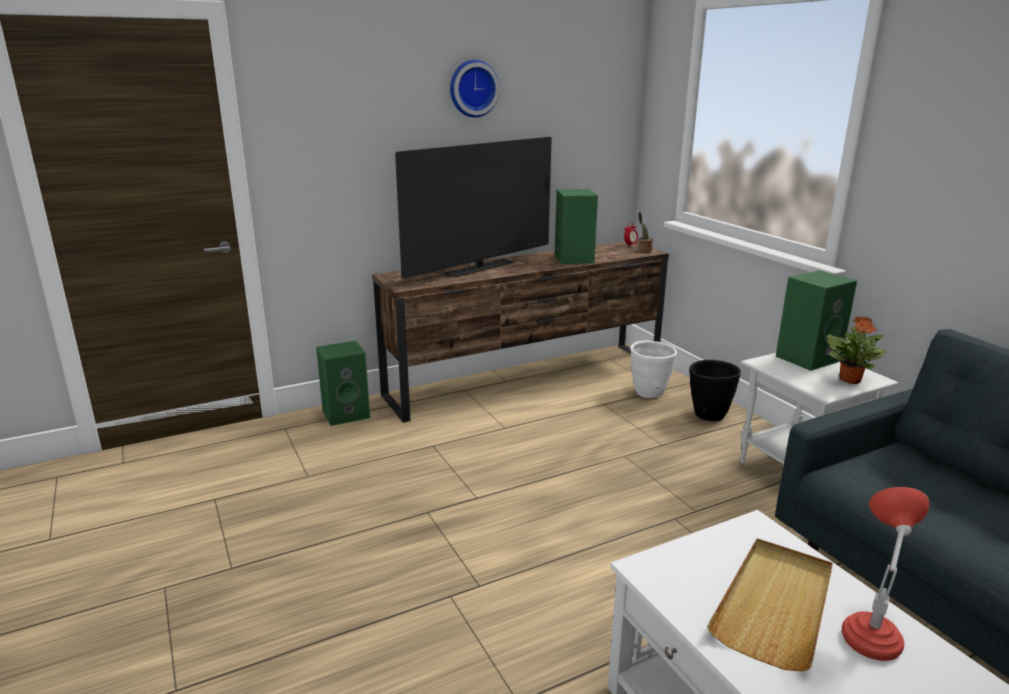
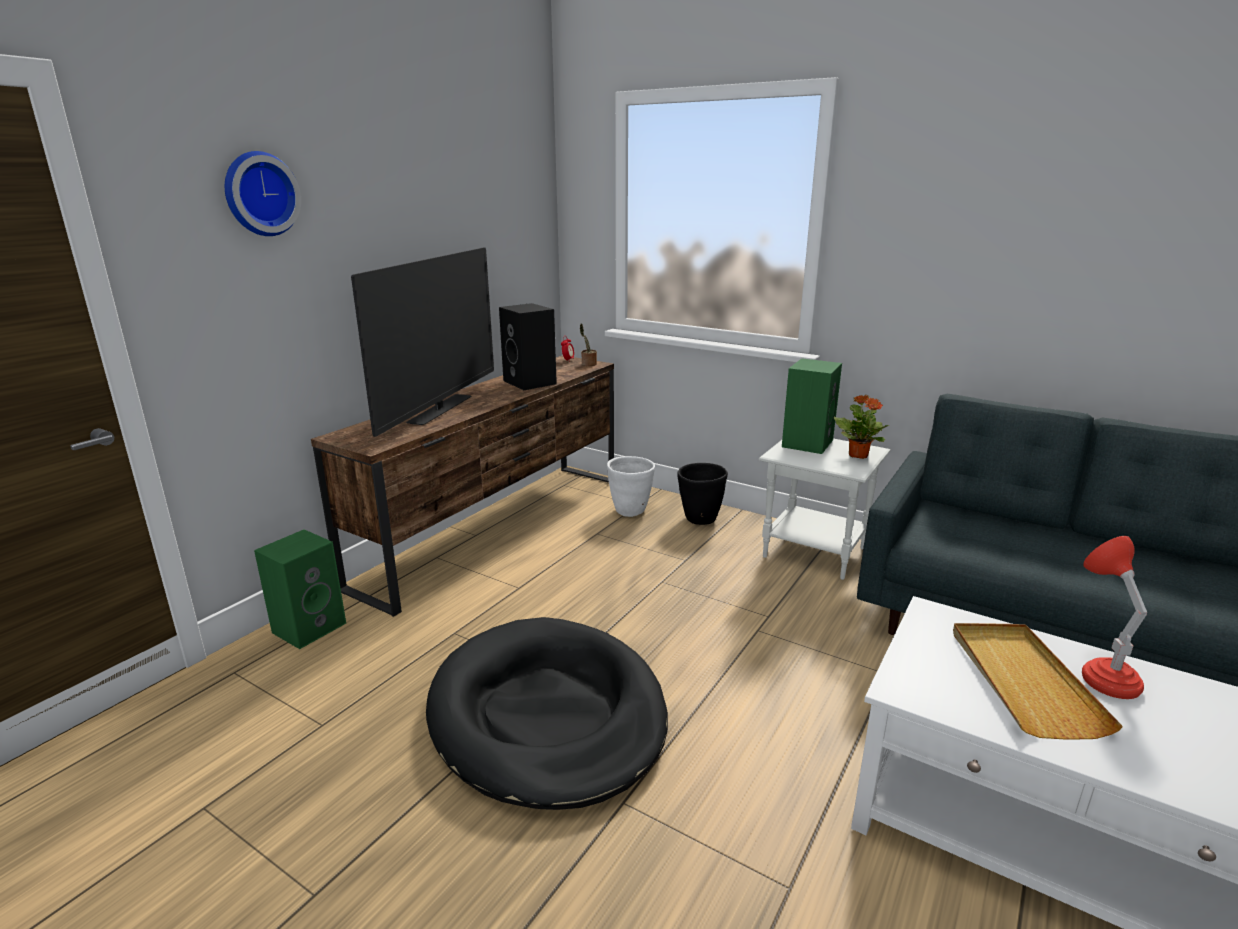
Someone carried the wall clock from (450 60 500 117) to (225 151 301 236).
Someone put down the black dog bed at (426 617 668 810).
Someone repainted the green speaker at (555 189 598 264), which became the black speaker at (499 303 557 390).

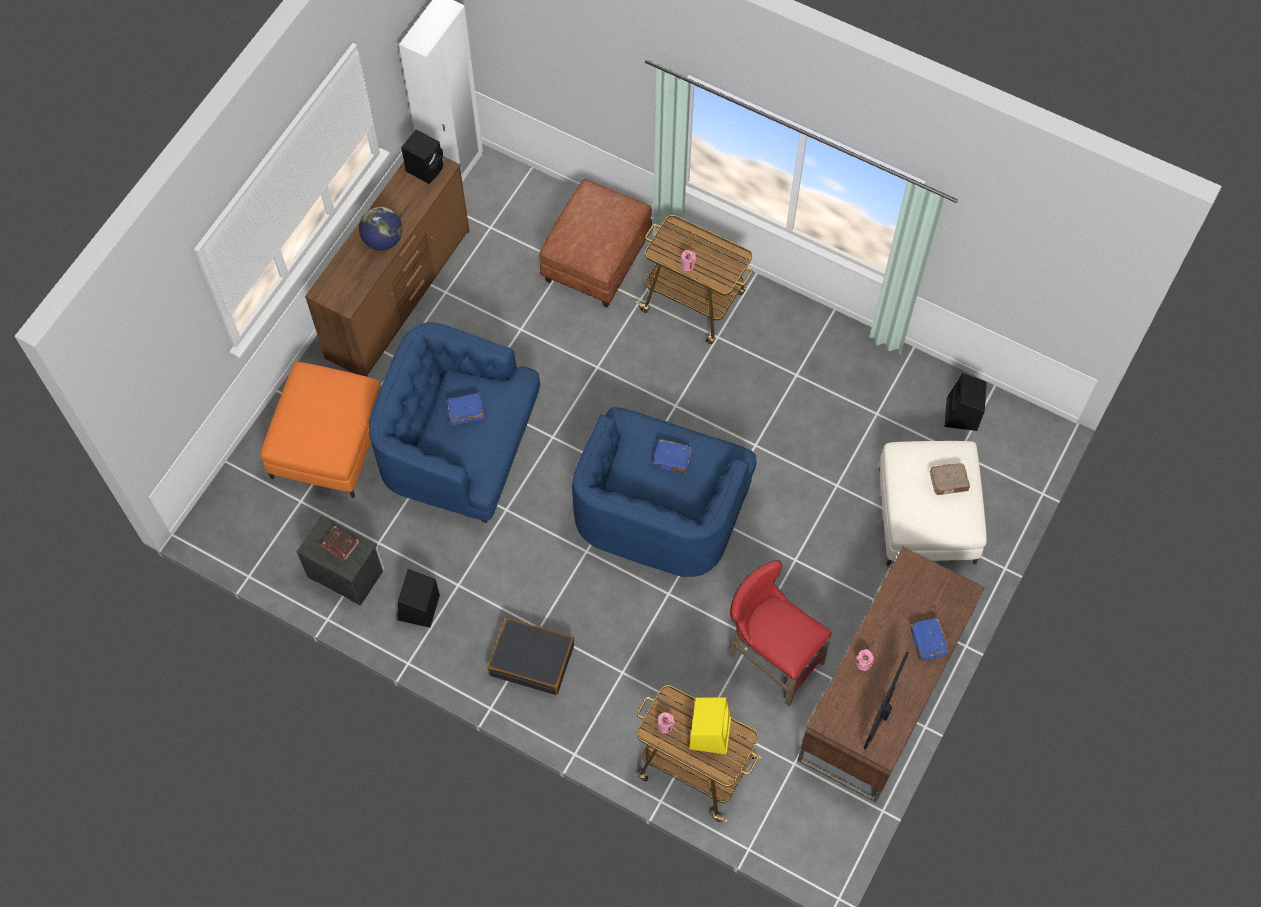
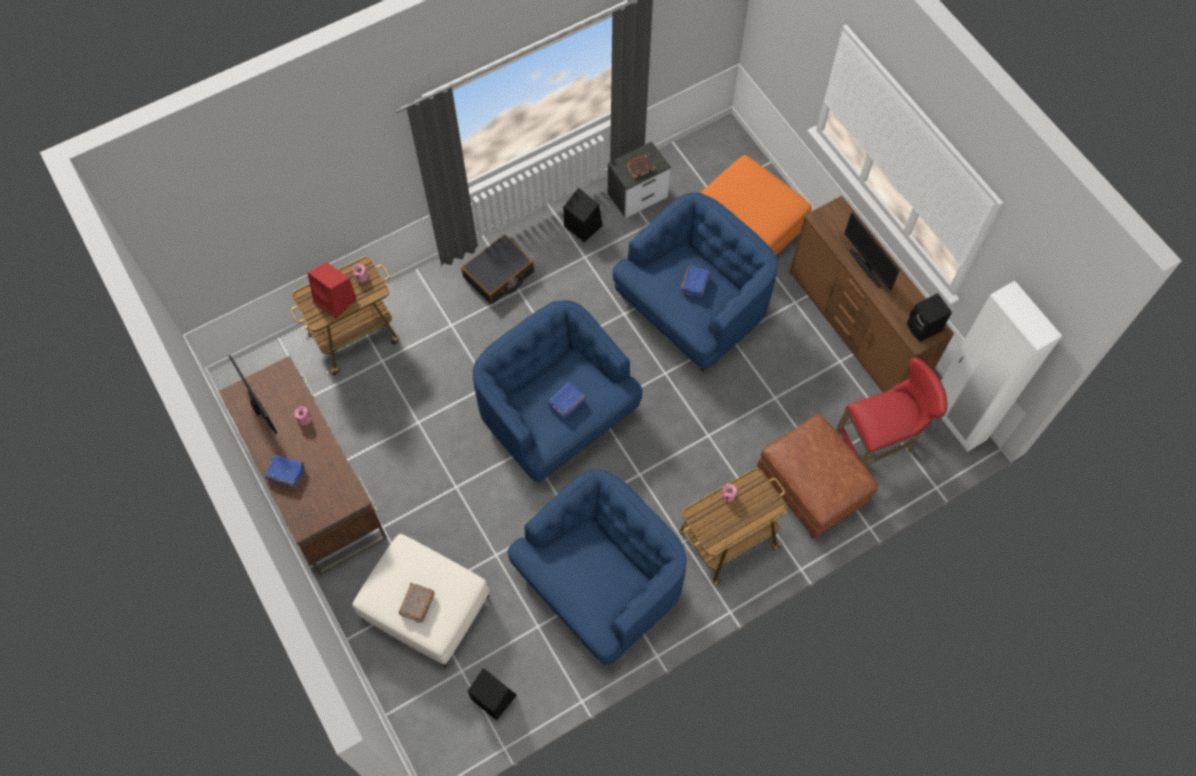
Someone repainted the yellow speaker at (690 697 731 754), which became the red speaker at (308 262 357 319).
Someone put down the blue armchair at (507 469 687 665).
Someone carried the red stool from (729 560 832 707) to (836 357 948 467).
Someone swapped the globe at (359 207 403 251) for the monitor at (844 212 900 290).

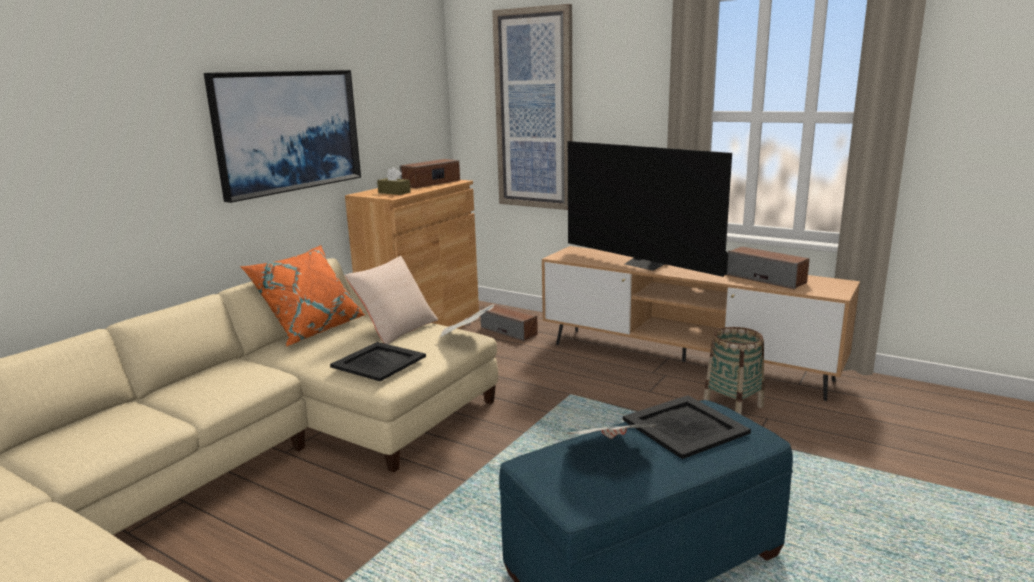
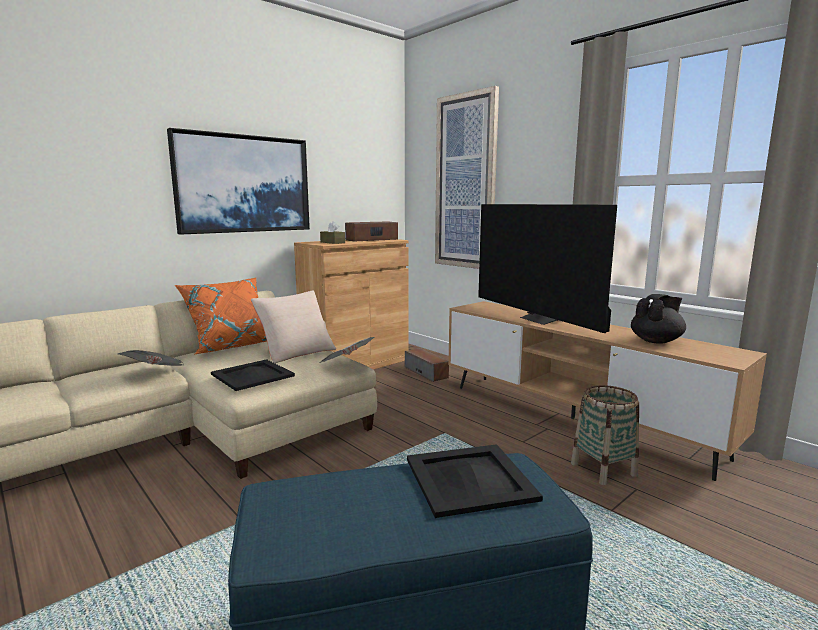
Someone carried the newspaper from (567 424 655 439) to (118 350 183 366).
Someone swapped the speaker at (727 246 810 289) for the black teapot at (631 294 686 344).

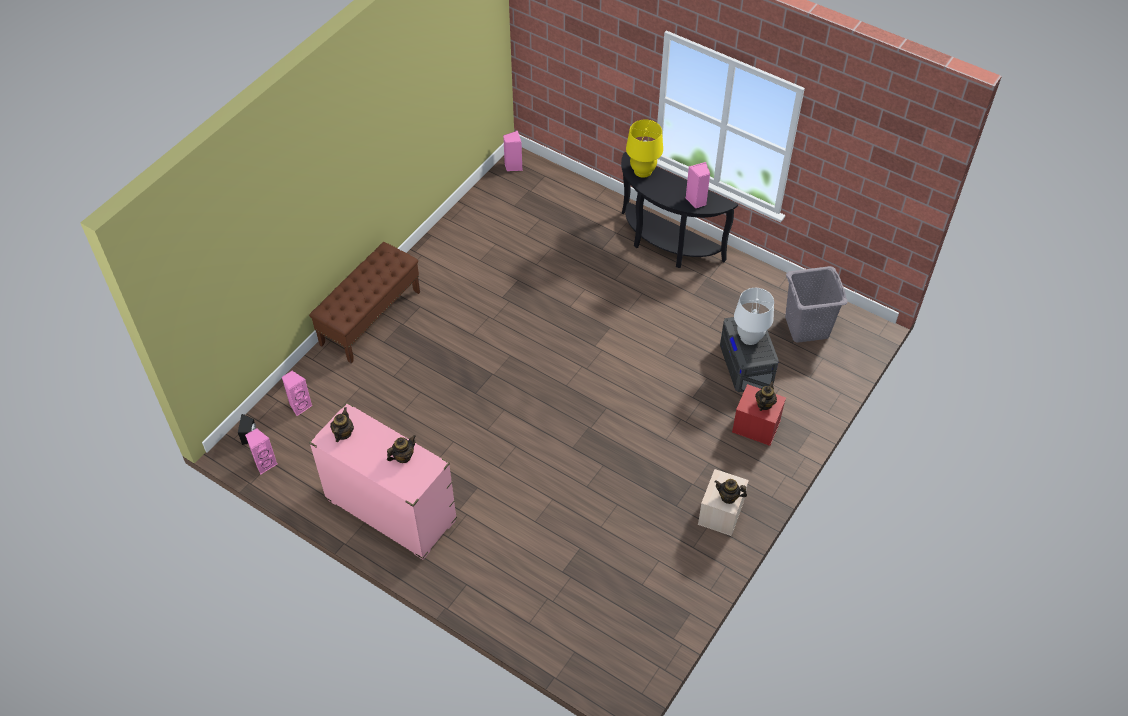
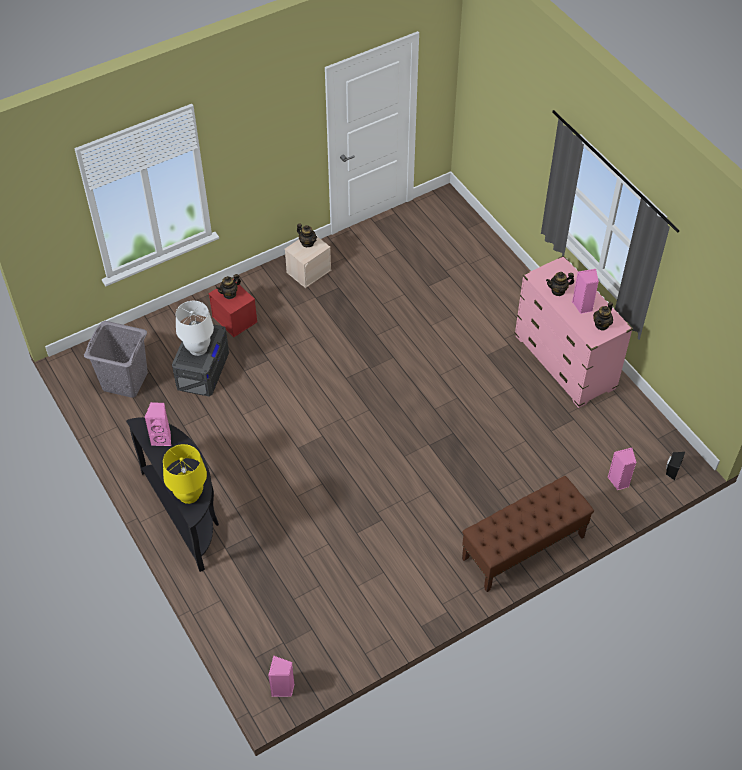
Someone carried the pink speaker from (245 428 277 475) to (572 269 599 314).

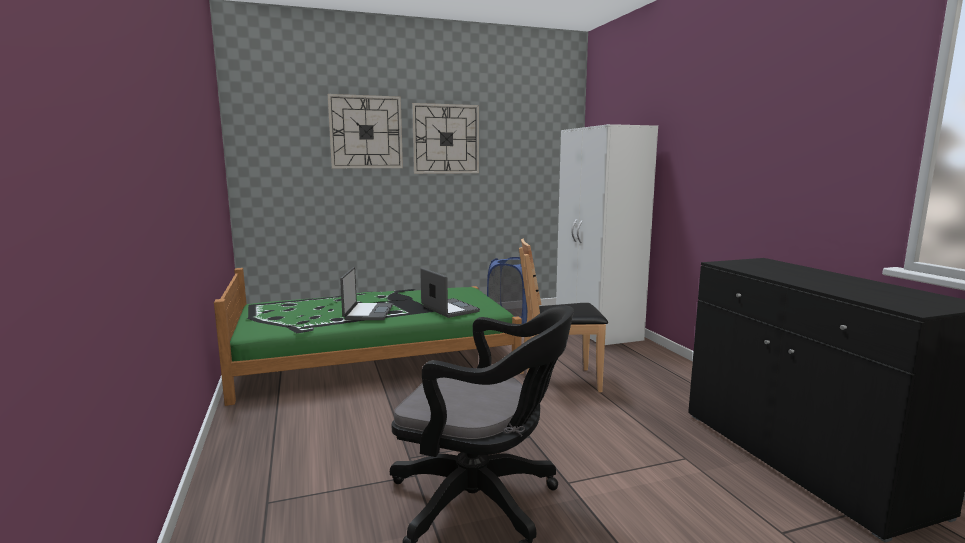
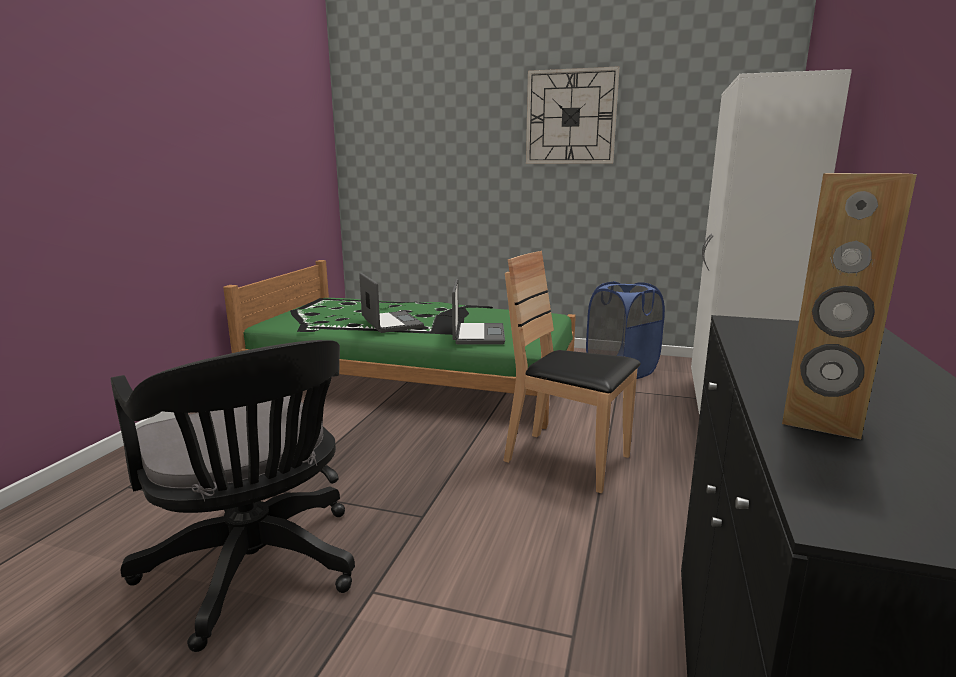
Someone rotated the laptop at (340 267 393 320) by 60 degrees counterclockwise.
Someone put down the brown speaker at (782 173 917 439).
Someone took away the wall clock at (328 94 403 168).

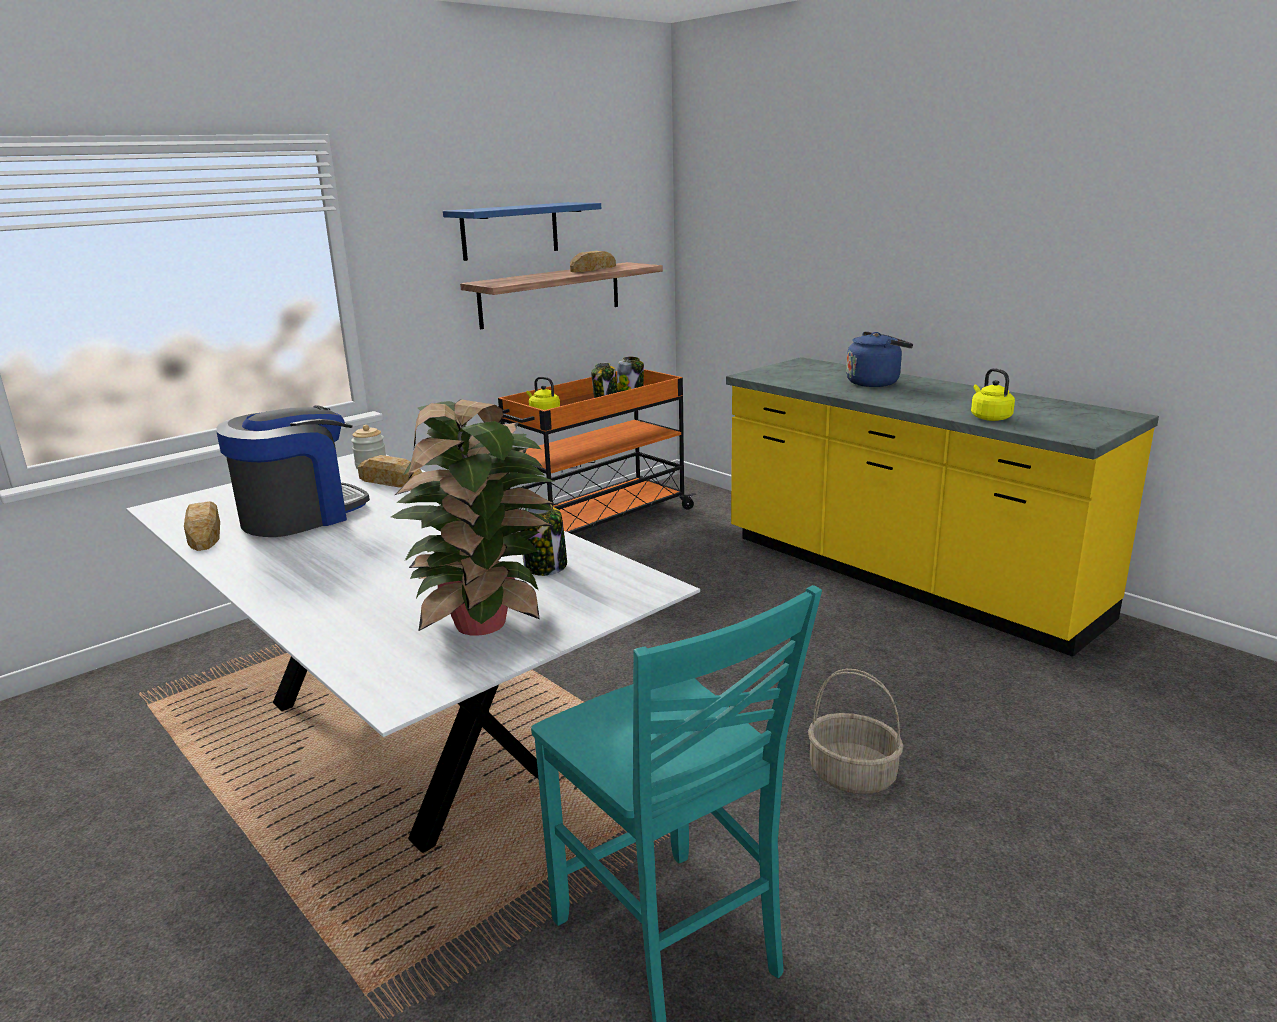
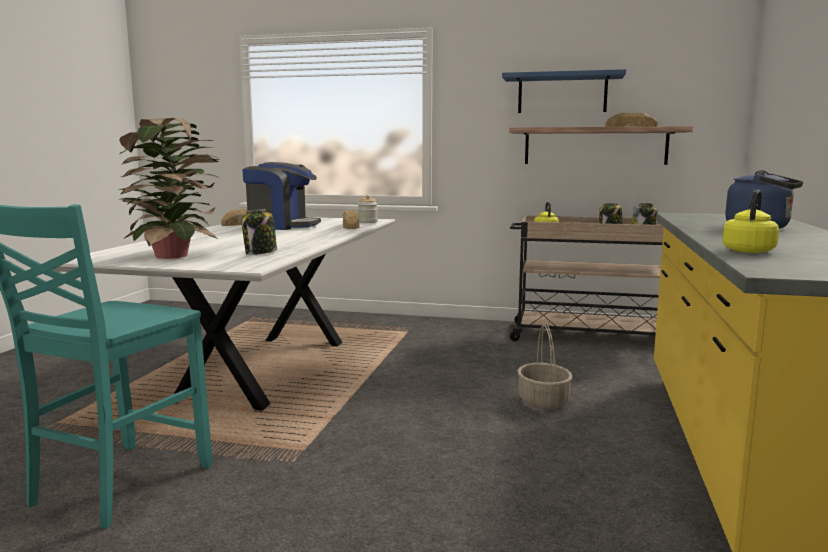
Someone repainted the orange cart at (498 369 696 534), which became the beige cart at (510 215 664 341).
Someone carried the basket from (808 669 904 794) to (517 323 572 410).

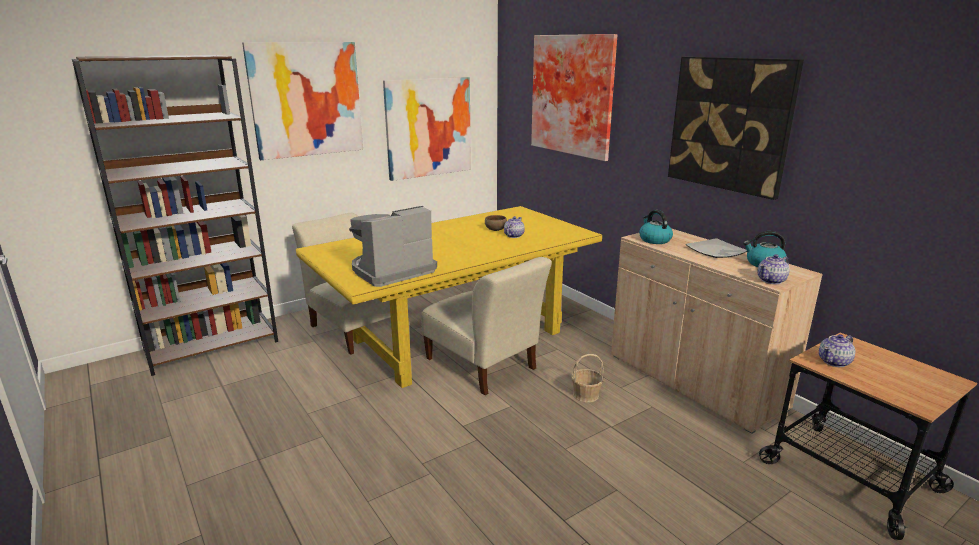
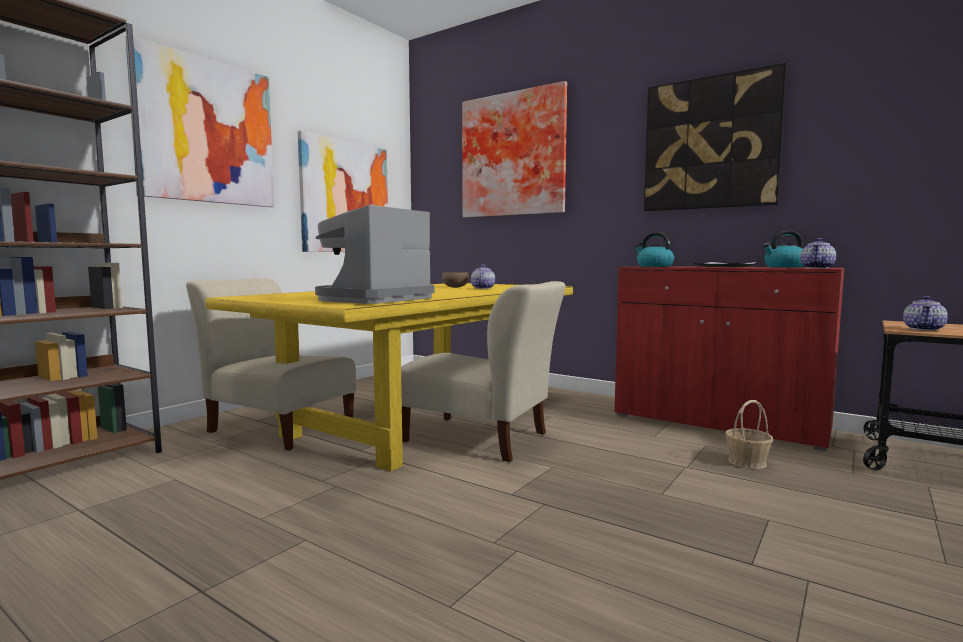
Someone repainted the beige cabinet at (611 228 823 434), which became the red cabinet at (614 266 844 451).
Someone carried the basket from (571 354 604 402) to (725 400 773 469).

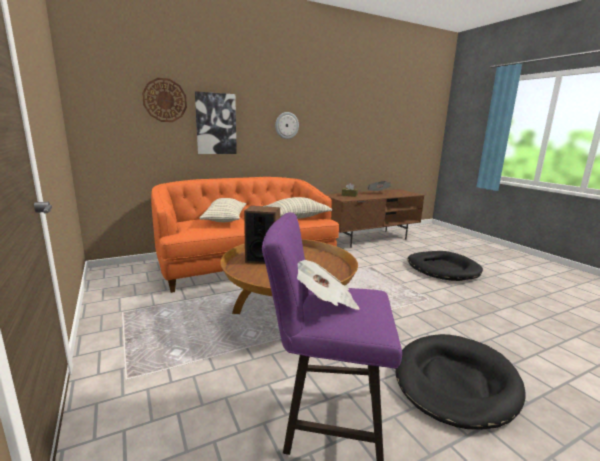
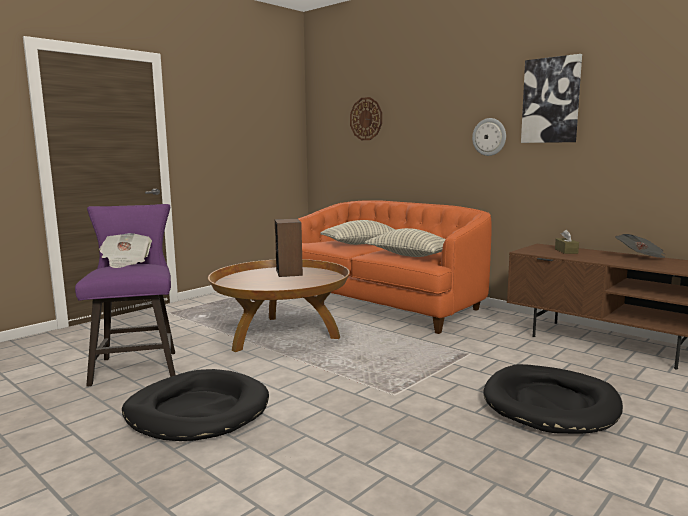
Someone carried the picture from (195 91 237 154) to (521 54 582 143).

